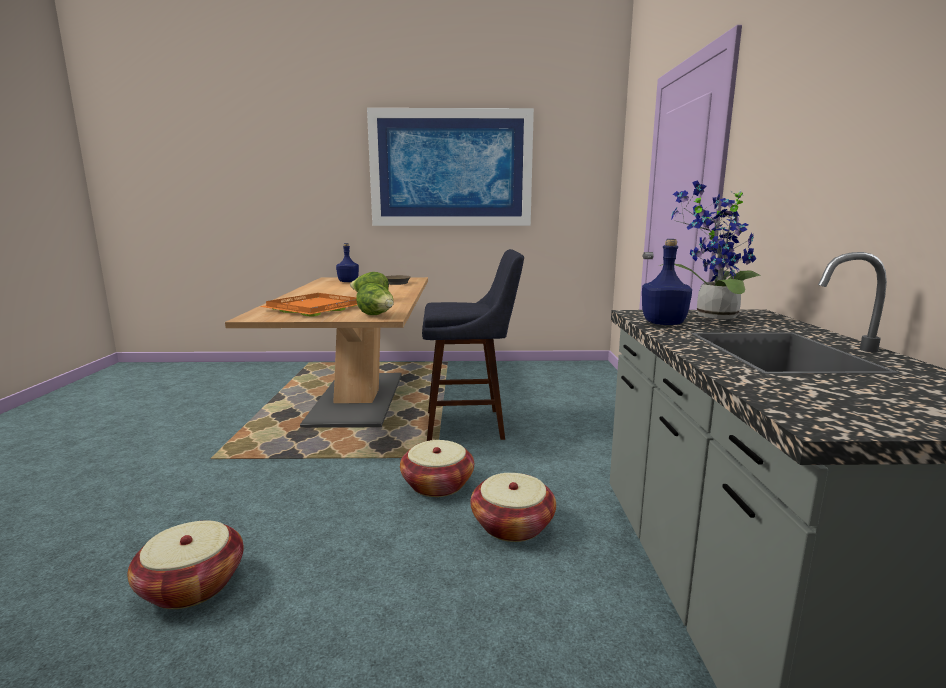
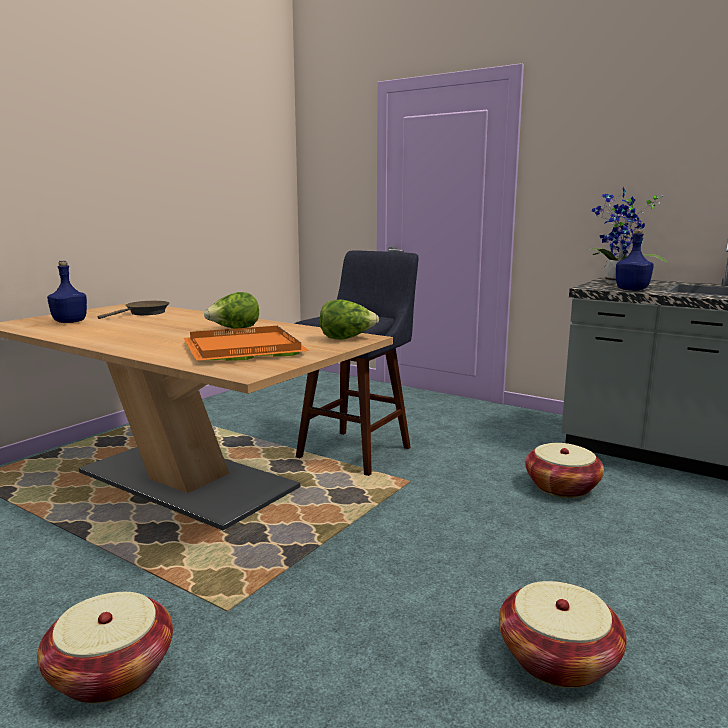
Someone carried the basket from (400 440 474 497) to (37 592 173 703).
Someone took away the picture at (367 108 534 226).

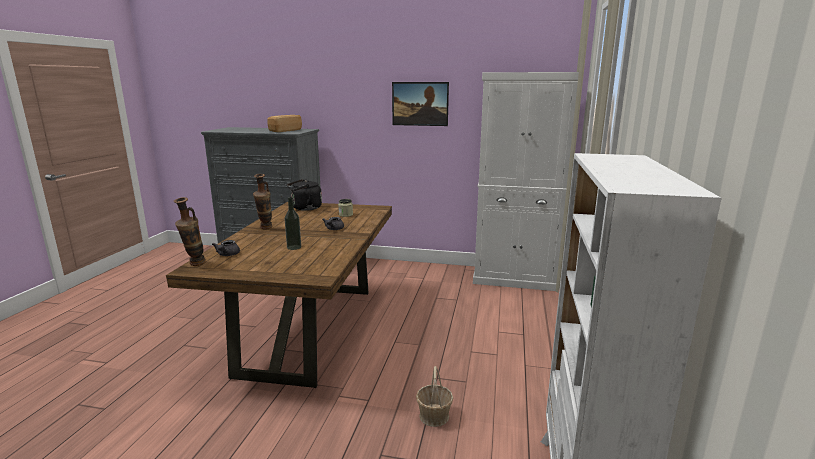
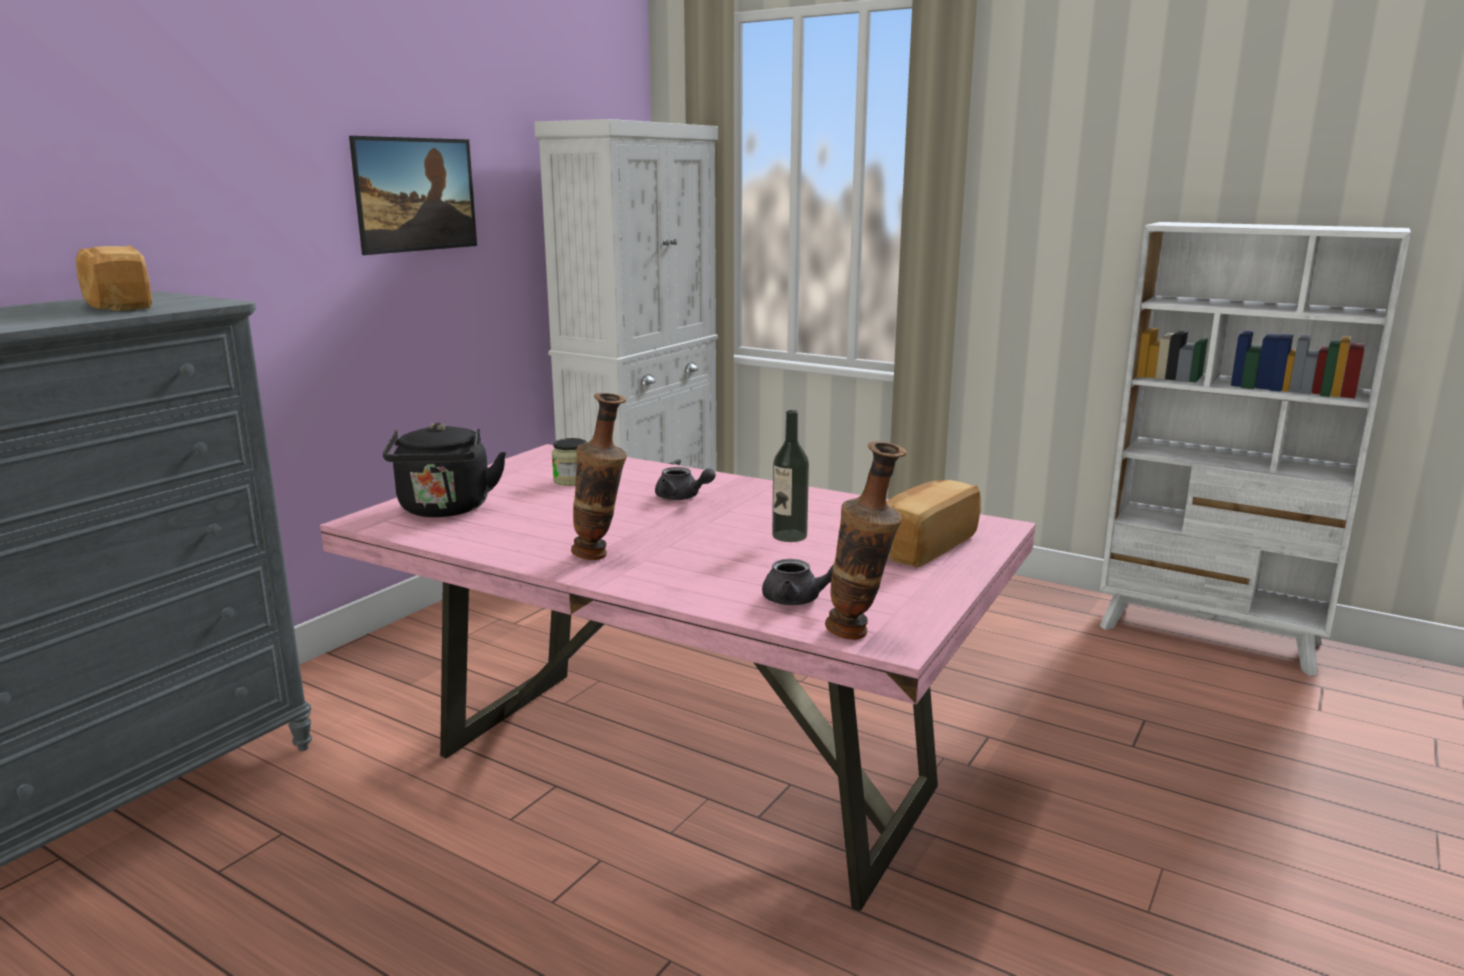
Someone repainted the brown dining table at (166 202 392 388), which became the pink dining table at (320 444 1036 911).
Someone put down the bread at (887 480 981 568).
Someone took away the basket at (416 366 453 427).

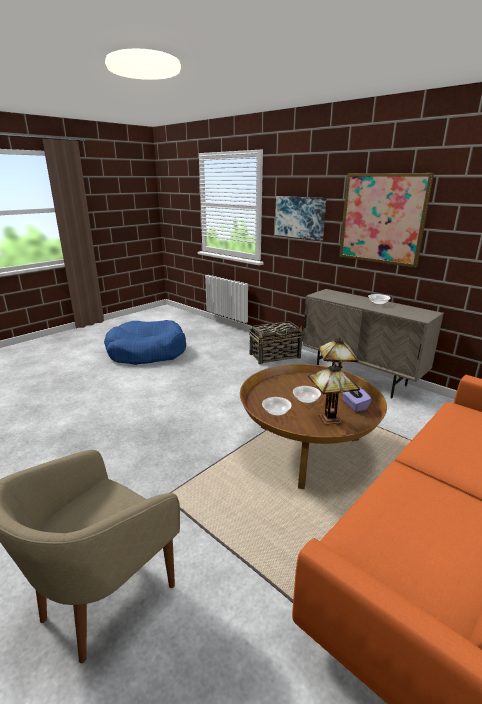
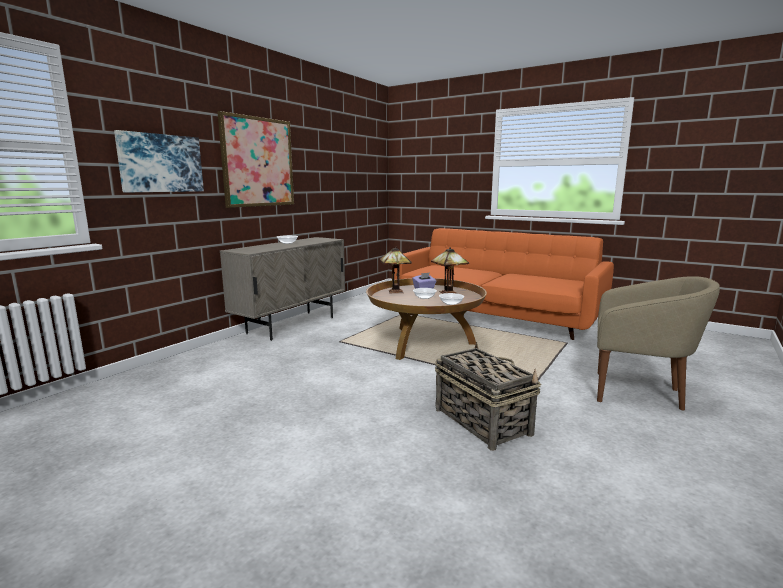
Someone carried the basket from (249 321 303 365) to (435 342 541 451).
Someone took away the blue dog bed at (104 320 186 365).

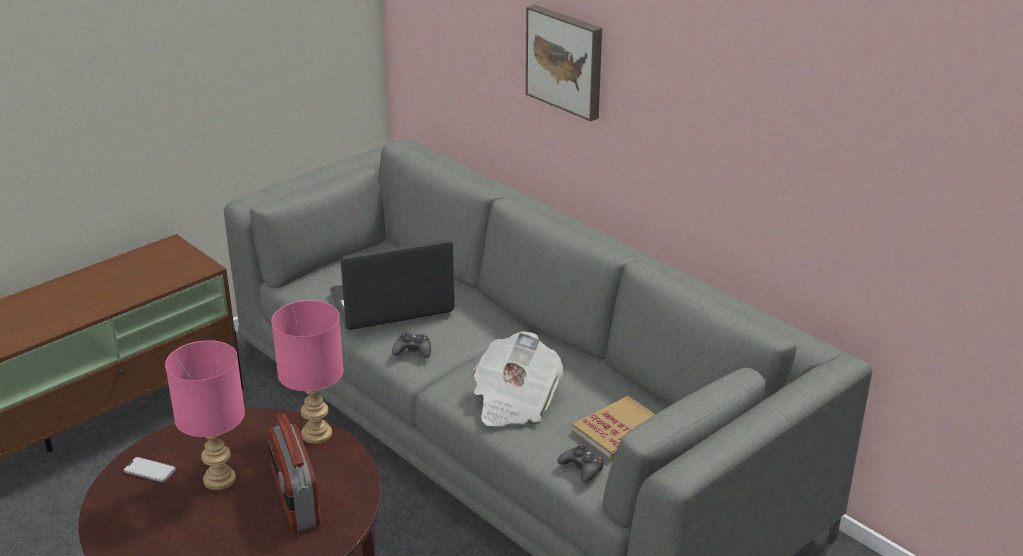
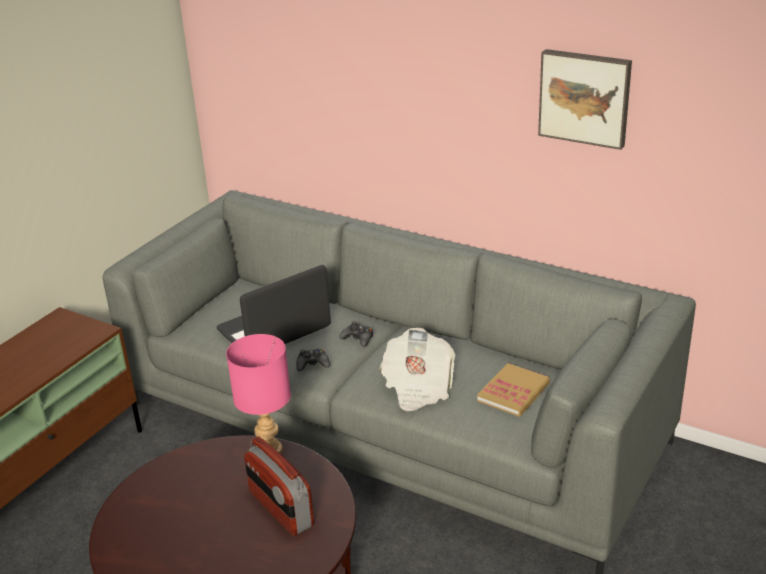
Someone carried the black game controller from (557 443 603 483) to (339 321 373 347).
Someone carried the picture from (526 5 602 122) to (538 49 632 150).
Someone took away the phone at (124 457 176 482).
Someone took away the pink table lamp at (165 340 245 490).

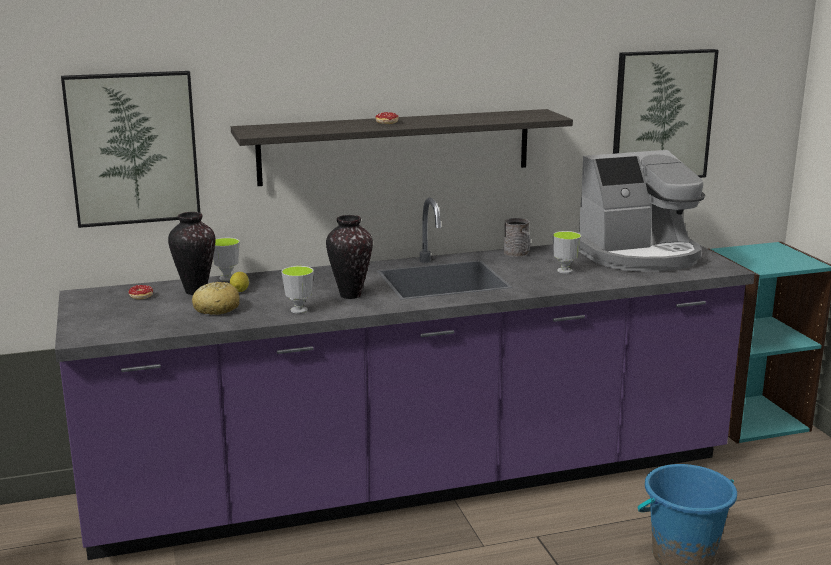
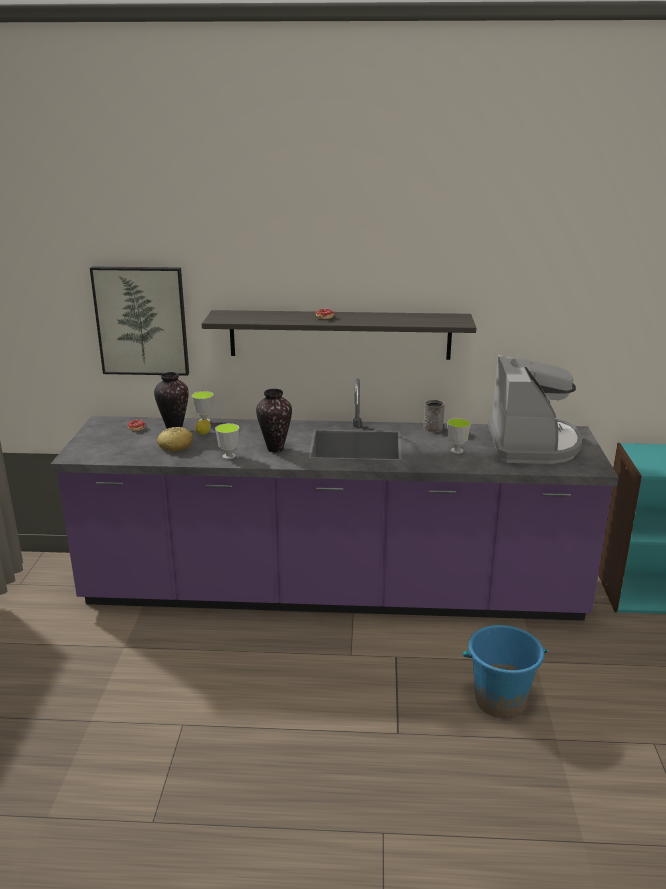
Someone rotated the coffee machine at (577 150 705 272) by 90 degrees counterclockwise.
Someone took away the picture at (613 49 719 178).

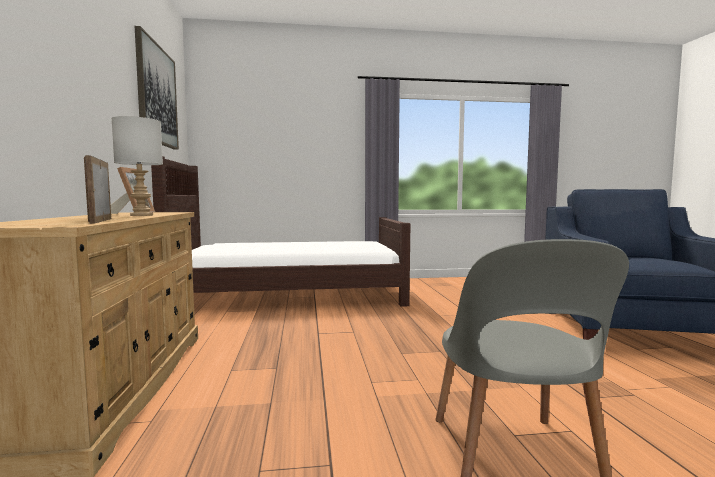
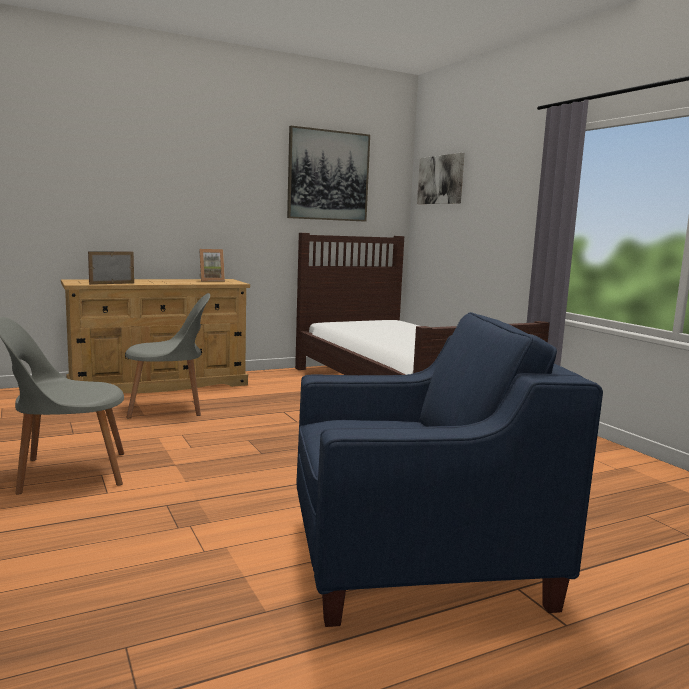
Someone put down the grey chair at (125 293 210 418).
Someone put up the picture at (417 153 464 204).
Someone took away the grey table lamp at (111 116 163 216).

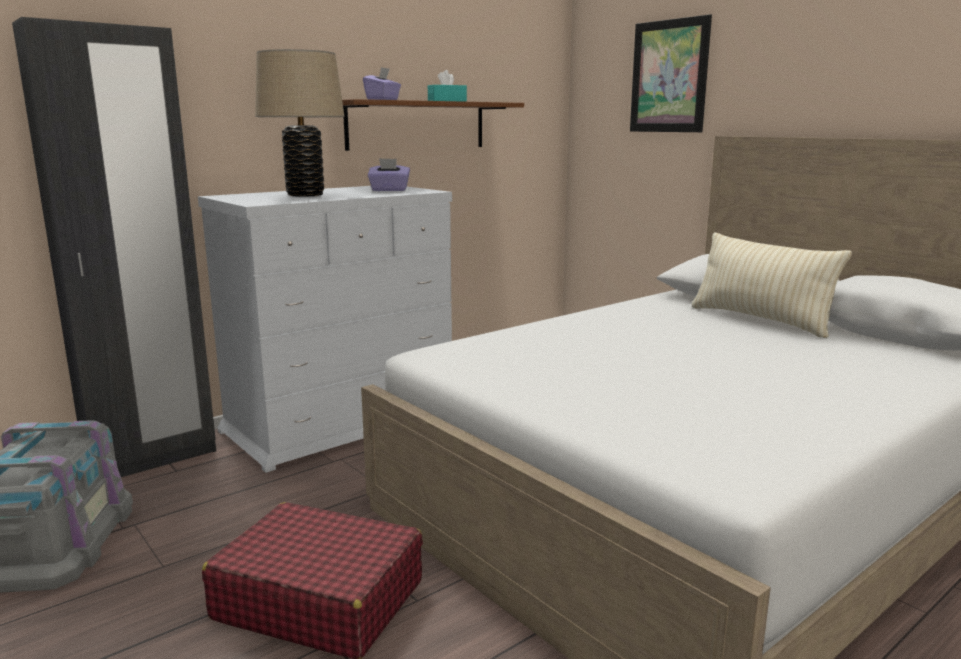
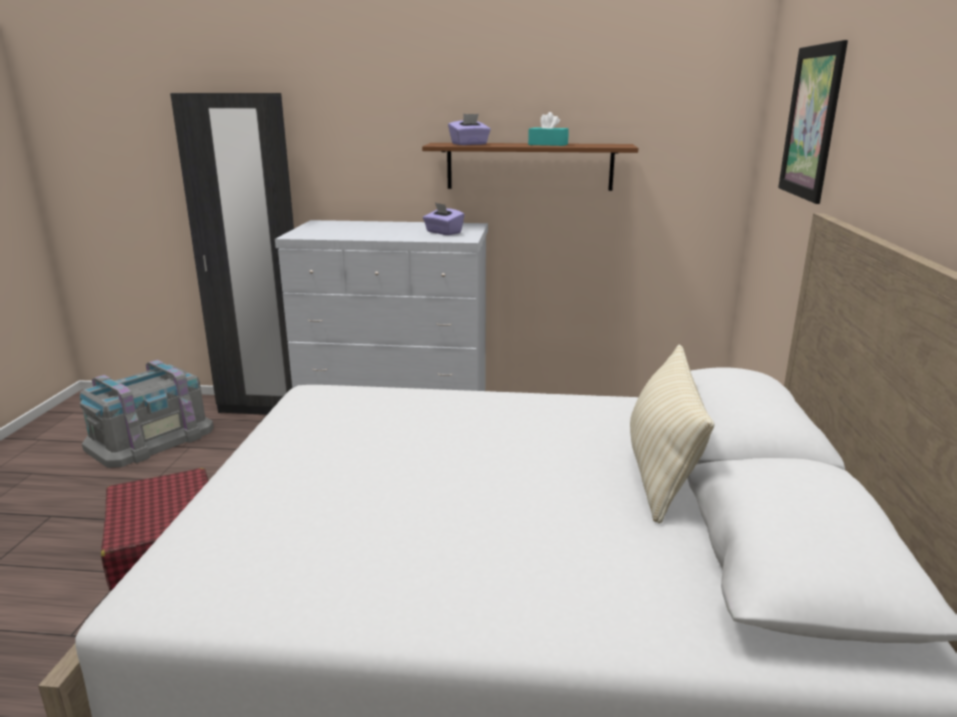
Someone took away the beige table lamp at (255 49 345 197).

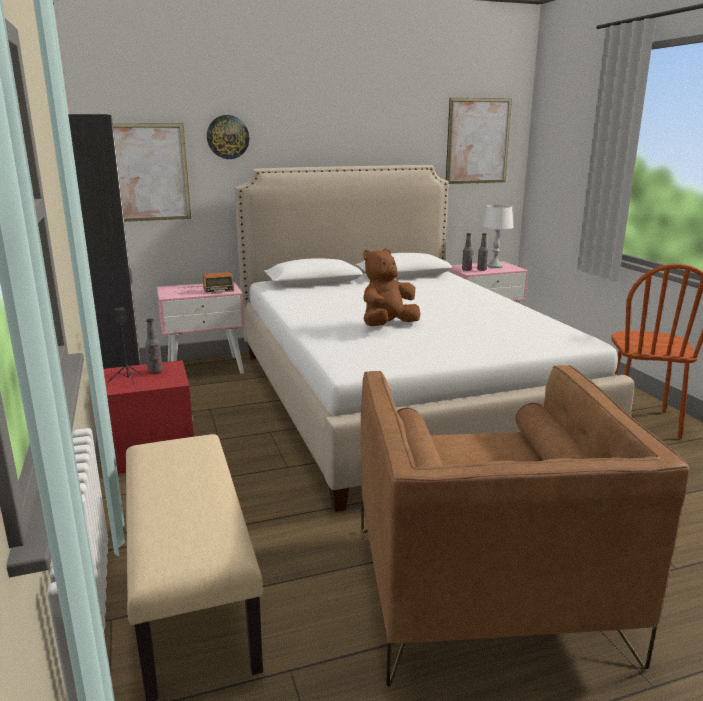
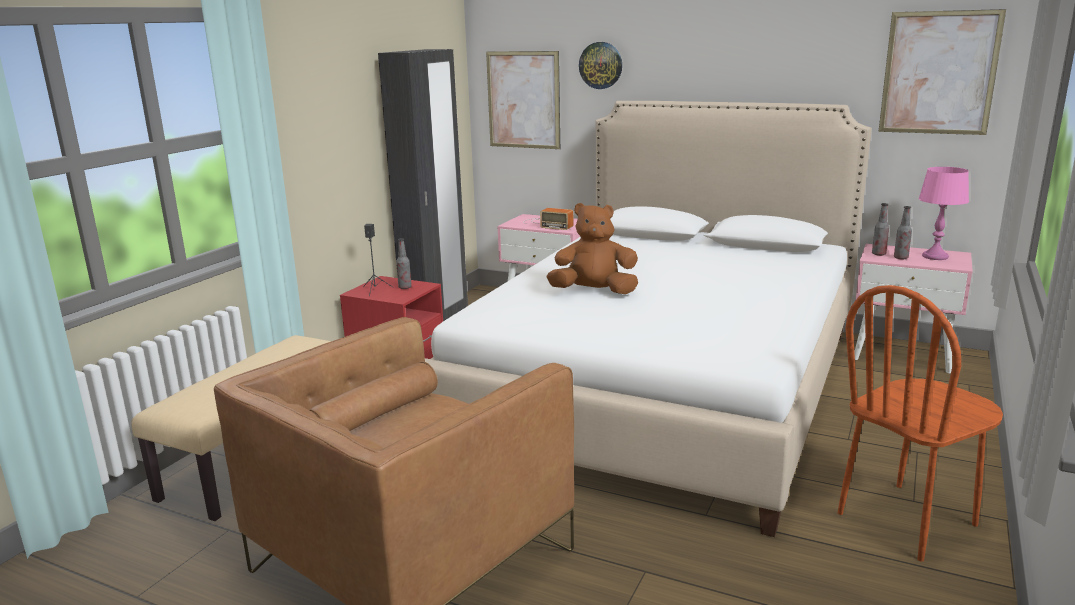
Someone repainted the white table lamp at (482 205 514 268), which became the pink table lamp at (919 167 969 260).

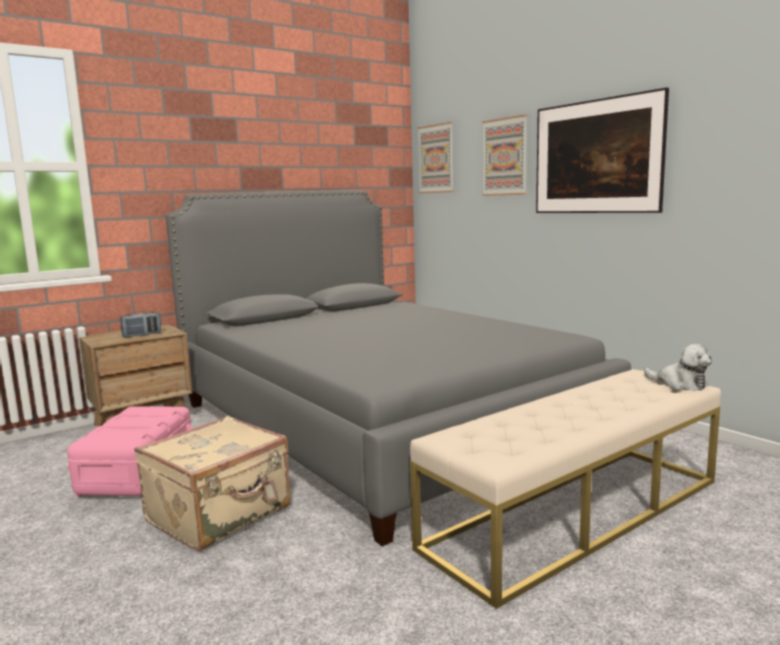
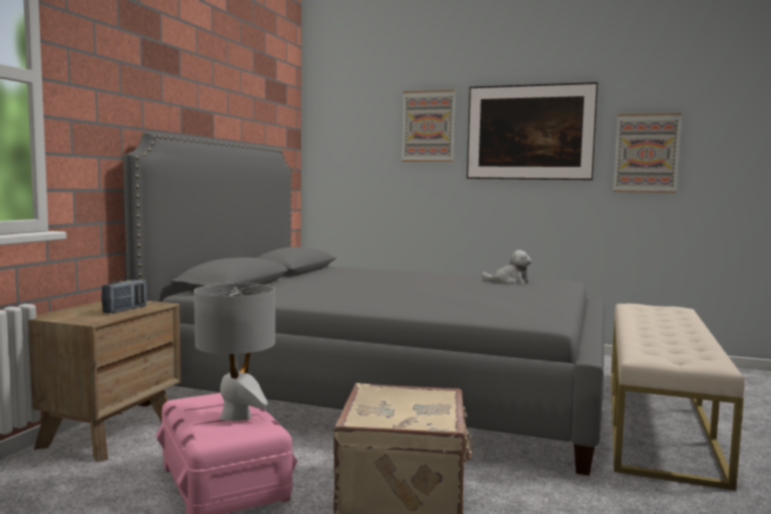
Someone put down the grey table lamp at (194 283 275 421).
Someone carried the plush toy from (644 344 712 391) to (481 250 532 284).
Someone carried the picture from (418 122 454 193) to (613 113 682 193).

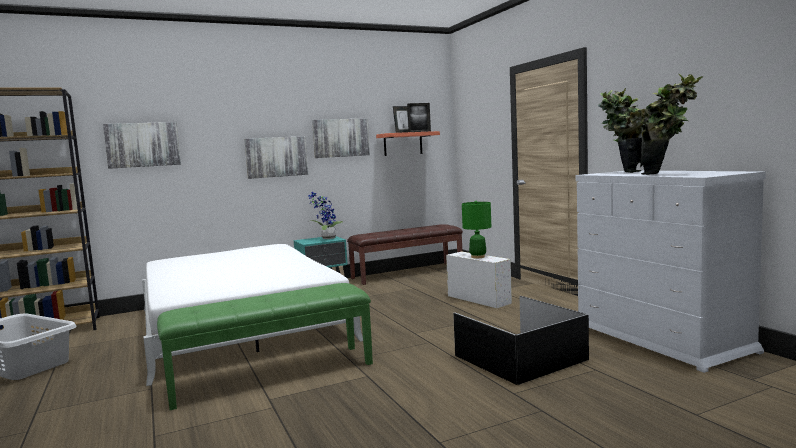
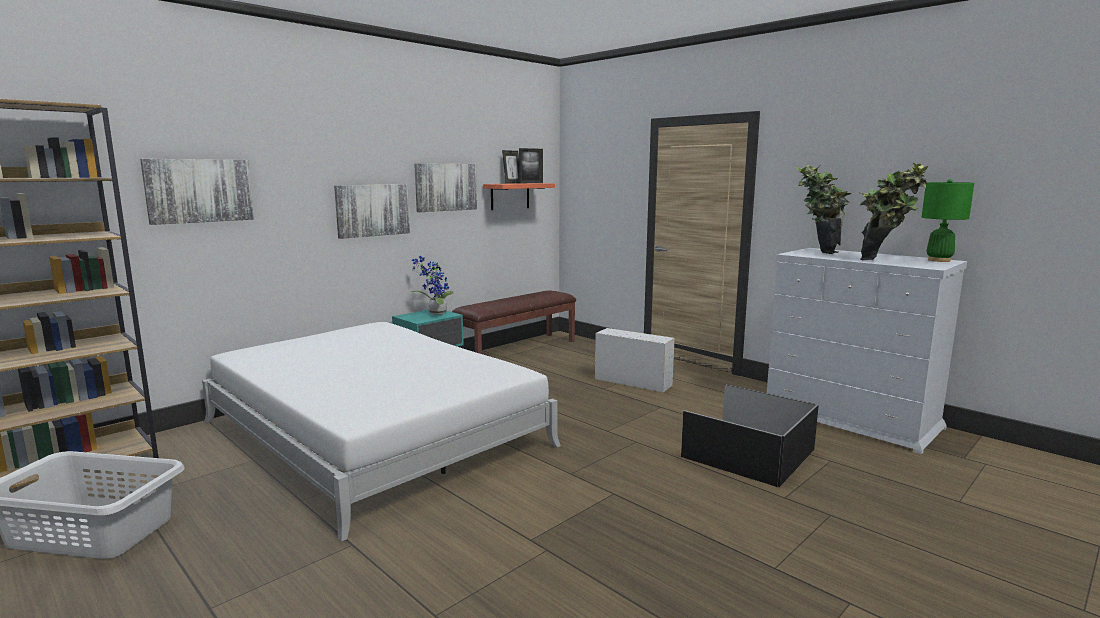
Someone carried the green table lamp from (462 201 491 258) to (922 179 974 262).
Someone took away the green bench at (157 283 373 410).

